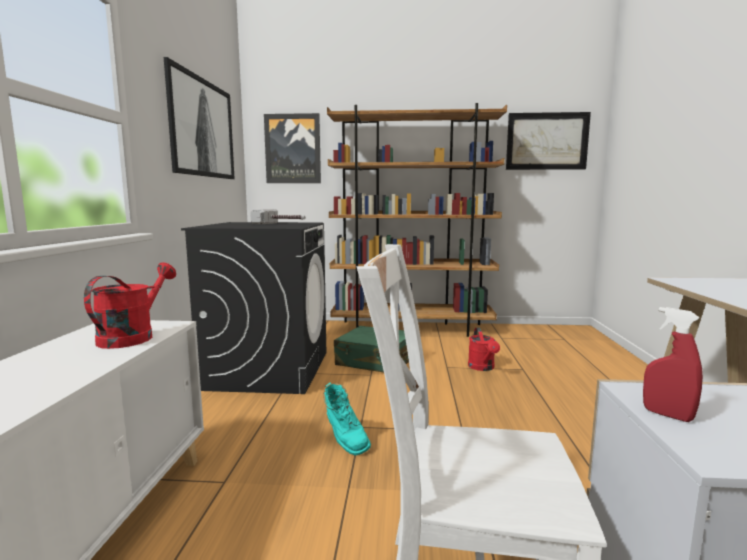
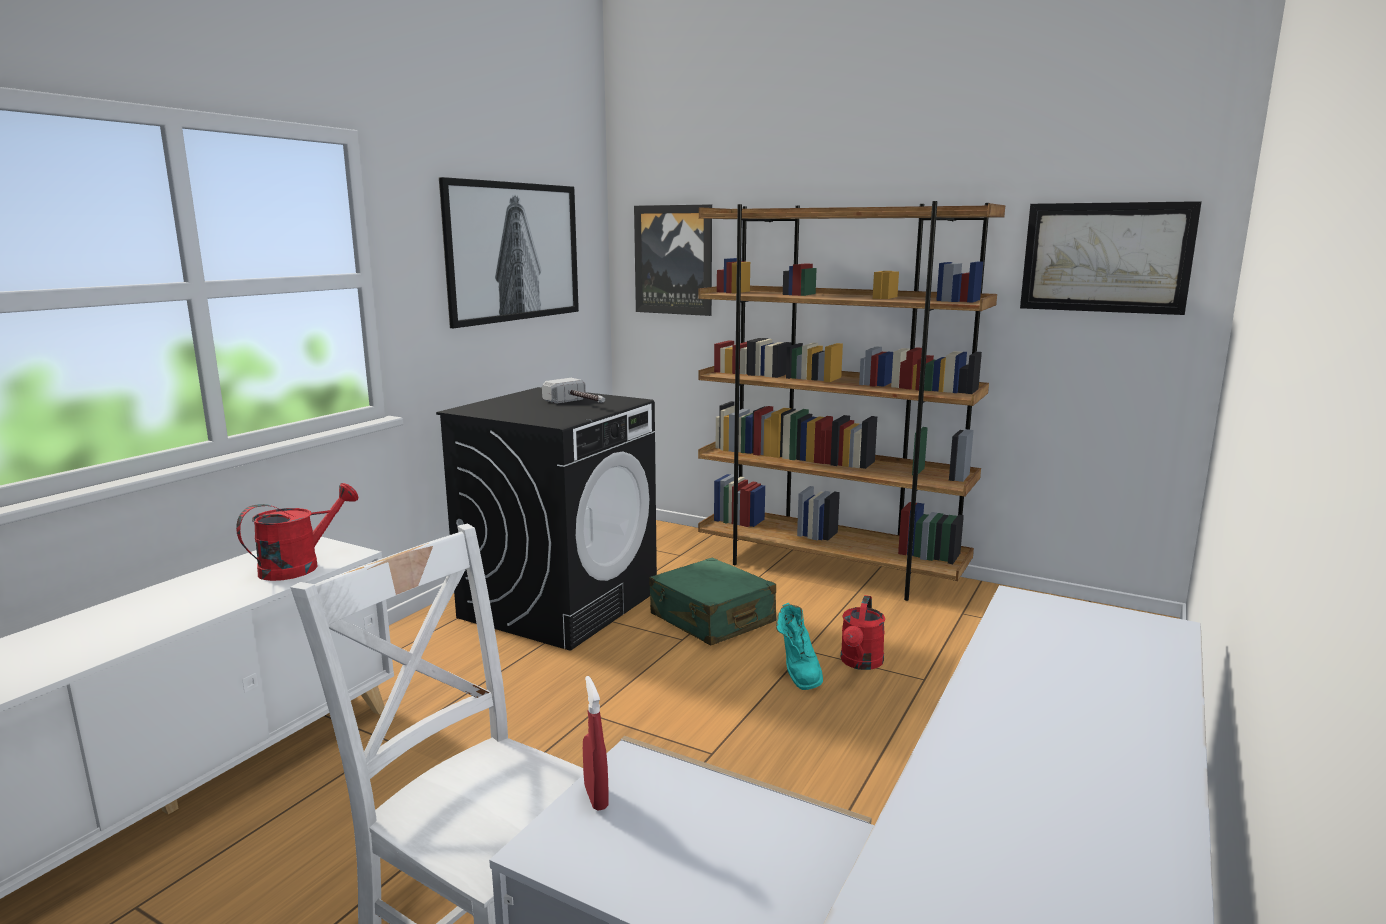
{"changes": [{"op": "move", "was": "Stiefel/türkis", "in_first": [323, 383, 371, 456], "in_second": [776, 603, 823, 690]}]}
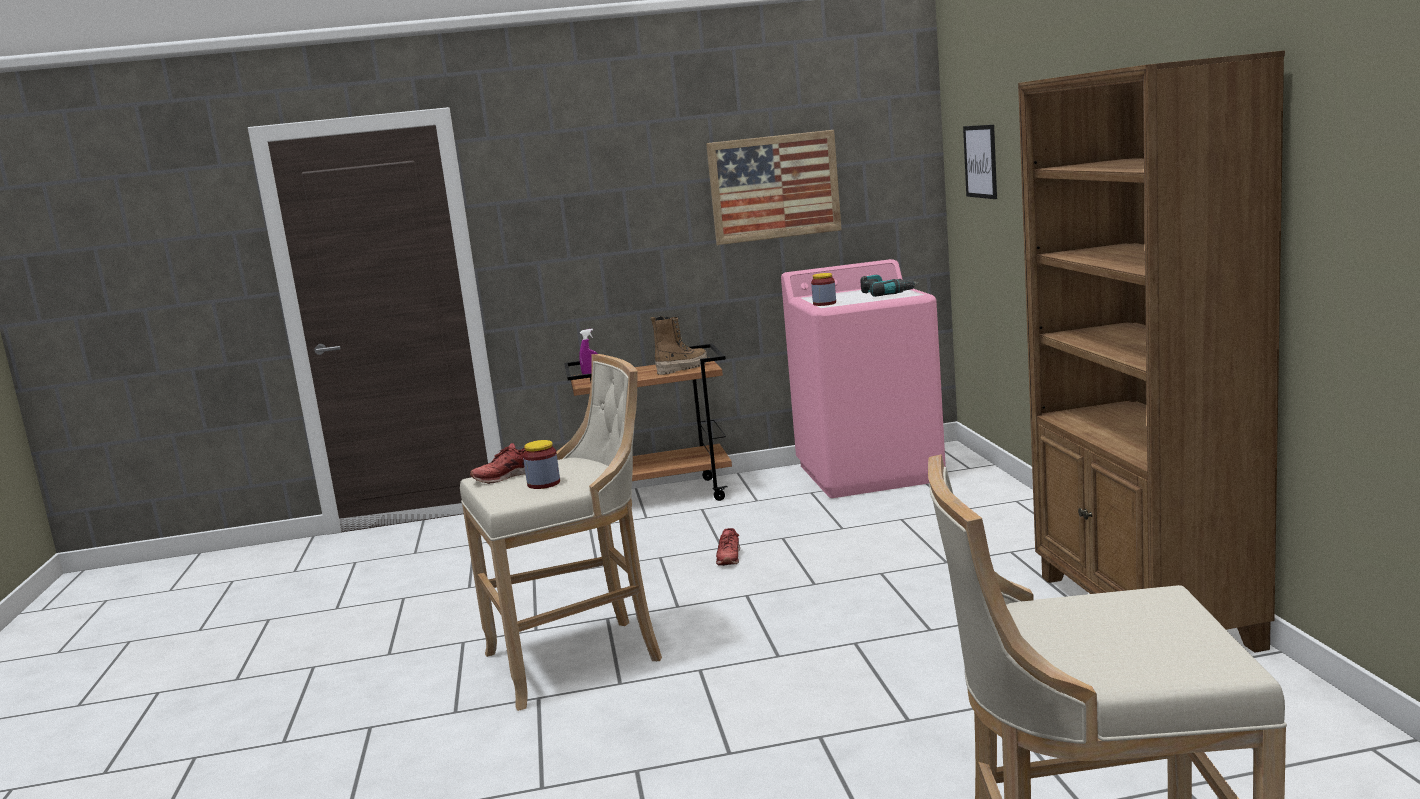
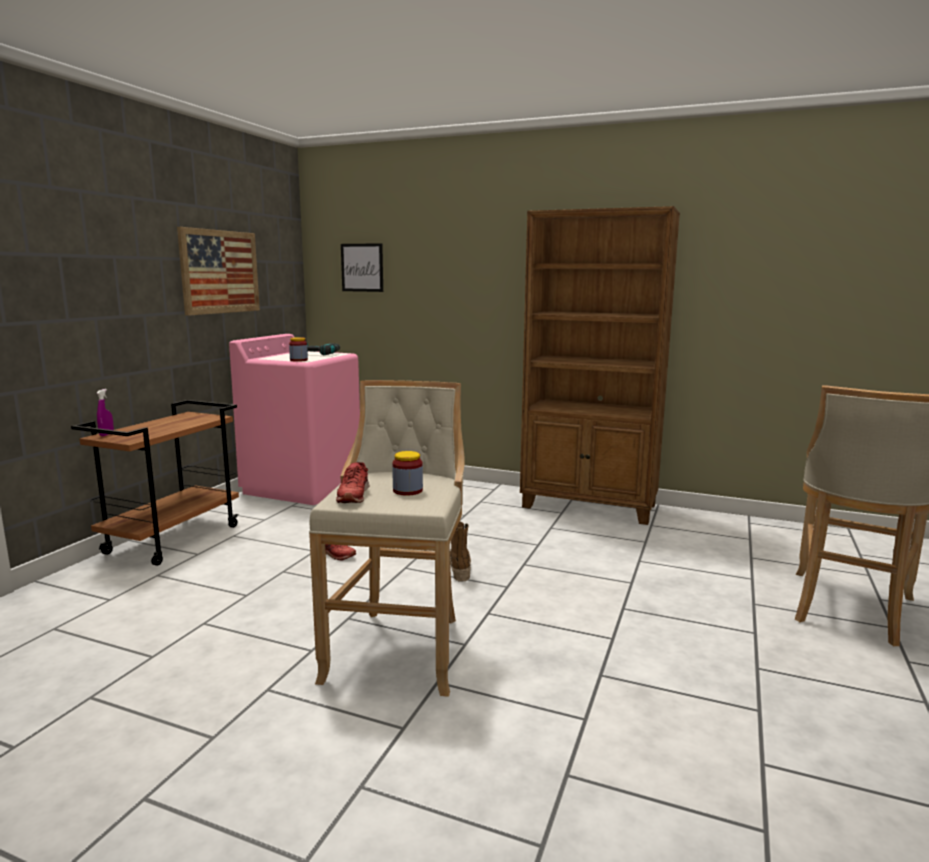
{"changes": [{"op": "move", "was": "Stiefel", "in_first": [651, 316, 707, 375], "in_second": [450, 521, 471, 581]}]}
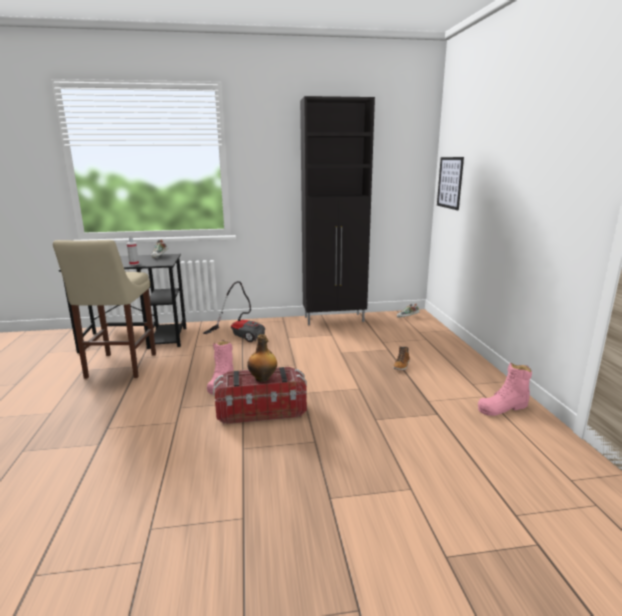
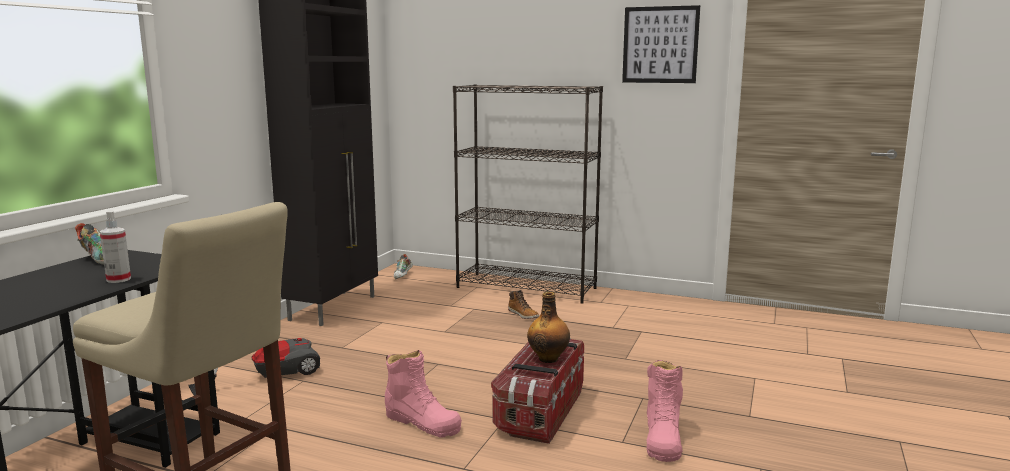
{"changes": [{"op": "move", "was": "Bild", "in_first": [437, 157, 464, 210], "in_second": [622, 5, 700, 83]}, {"op": "move", "was": "Stiefel/rosa", "in_first": [478, 363, 532, 416], "in_second": [647, 360, 683, 462]}, {"op": "insert", "now": "Bücherregal/schwarz", "in_second": [453, 84, 603, 304]}]}
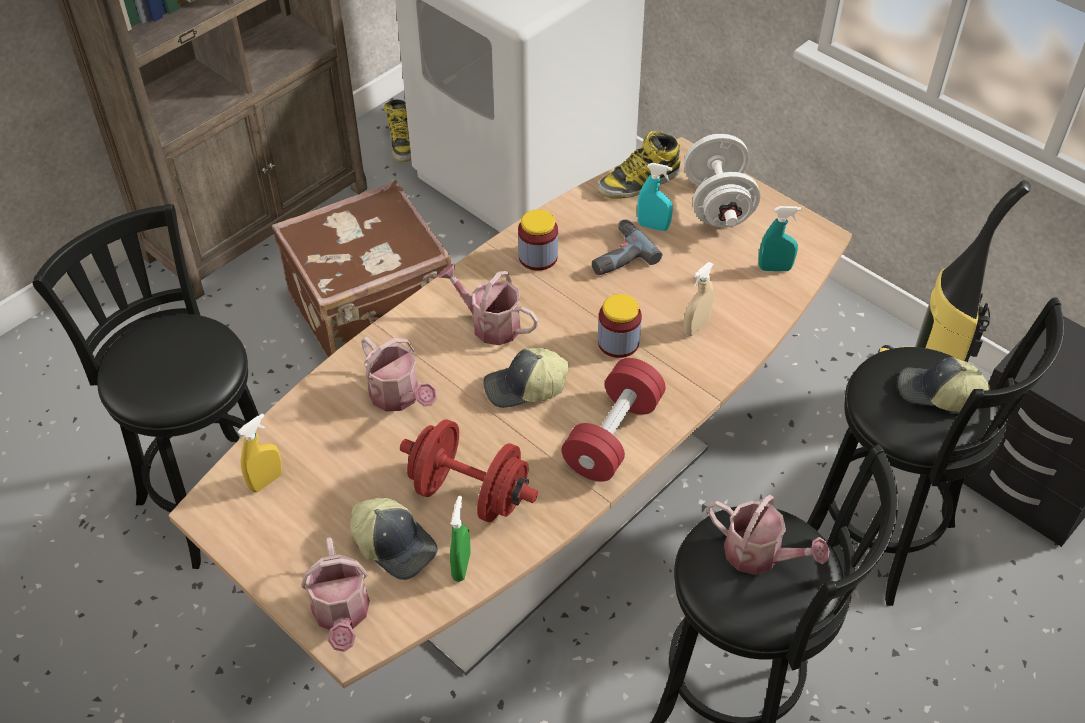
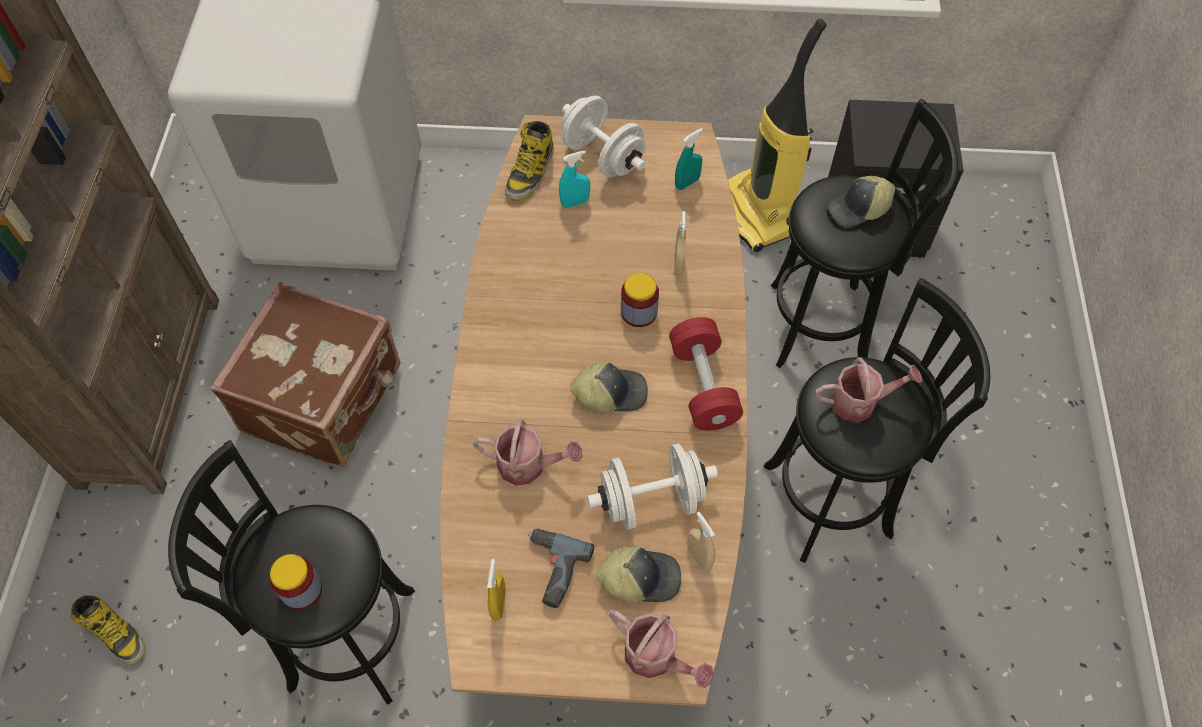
{"changes": [{"op": "move", "was": "Stiefel", "in_first": [384, 100, 411, 162], "in_second": [70, 595, 145, 665]}, {"op": "move", "was": "Vorratsglas", "in_first": [518, 209, 558, 271], "in_second": [269, 554, 322, 609]}, {"op": "move", "was": "Bohrmaschine", "in_first": [592, 219, 662, 275], "in_second": [528, 528, 594, 608]}, {"op": "delete", "was": "Gießkanne", "in_first": [438, 264, 538, 345]}, {"op": "rotate", "was": "Kappe", "in_first": [483, 348, 569, 408], "in_second": [570, 362, 648, 414], "clockwise": -135}, {"op": "recolor", "was": "Hantel/rot", "now": "Hantel/weiß", "in_first": [400, 419, 538, 522], "in_second": [587, 444, 718, 529]}, {"op": "recolor", "was": "Sprühflasche/grün", "now": "Sprühflasche/beige", "in_first": [450, 496, 470, 582], "in_second": [687, 512, 715, 571]}]}
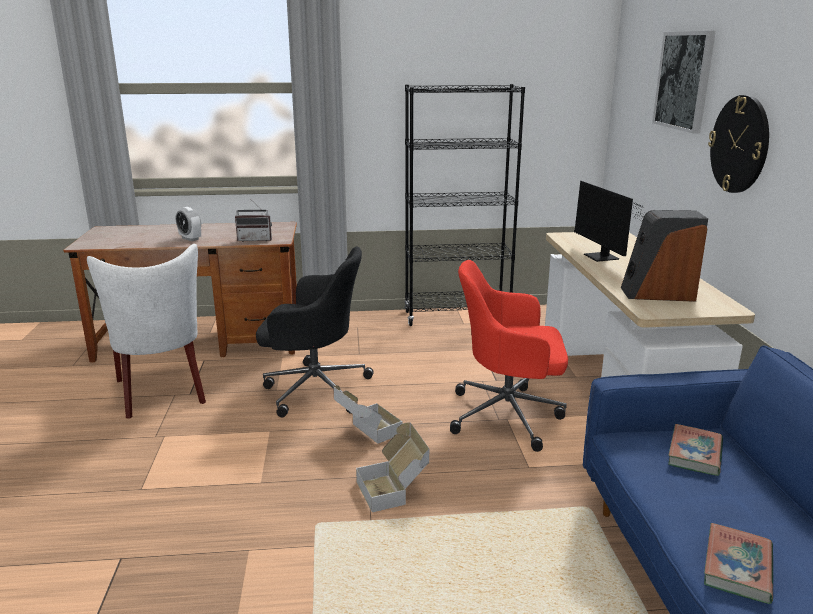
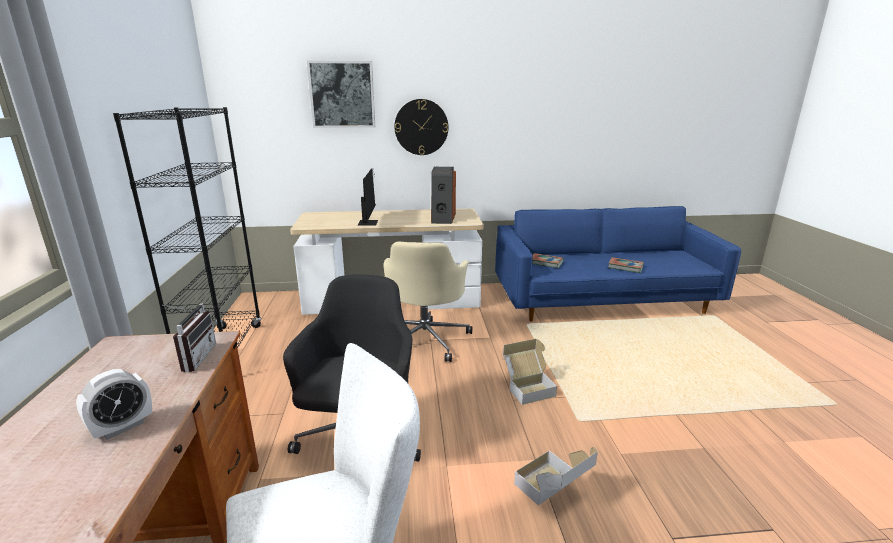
{"changes": [{"op": "rotate", "was": "Monitor", "in_first": [574, 181, 644, 262], "in_second": [358, 168, 378, 226], "clockwise": -75}, {"op": "recolor", "was": "Bürostuhl/rot", "now": "Bürostuhl/beige", "in_first": [450, 260, 568, 452], "in_second": [383, 241, 472, 362]}, {"op": "move", "was": "Karton", "in_first": [333, 385, 402, 444], "in_second": [514, 447, 598, 506]}]}
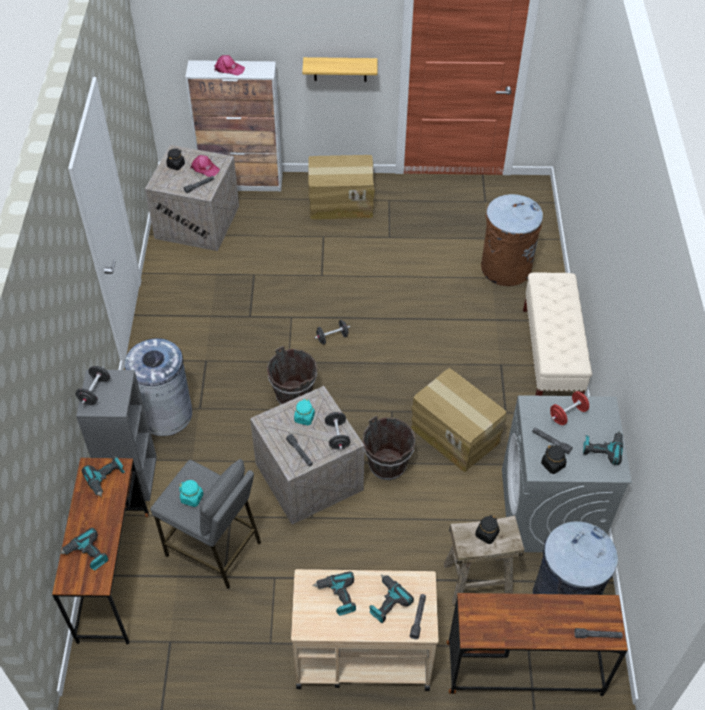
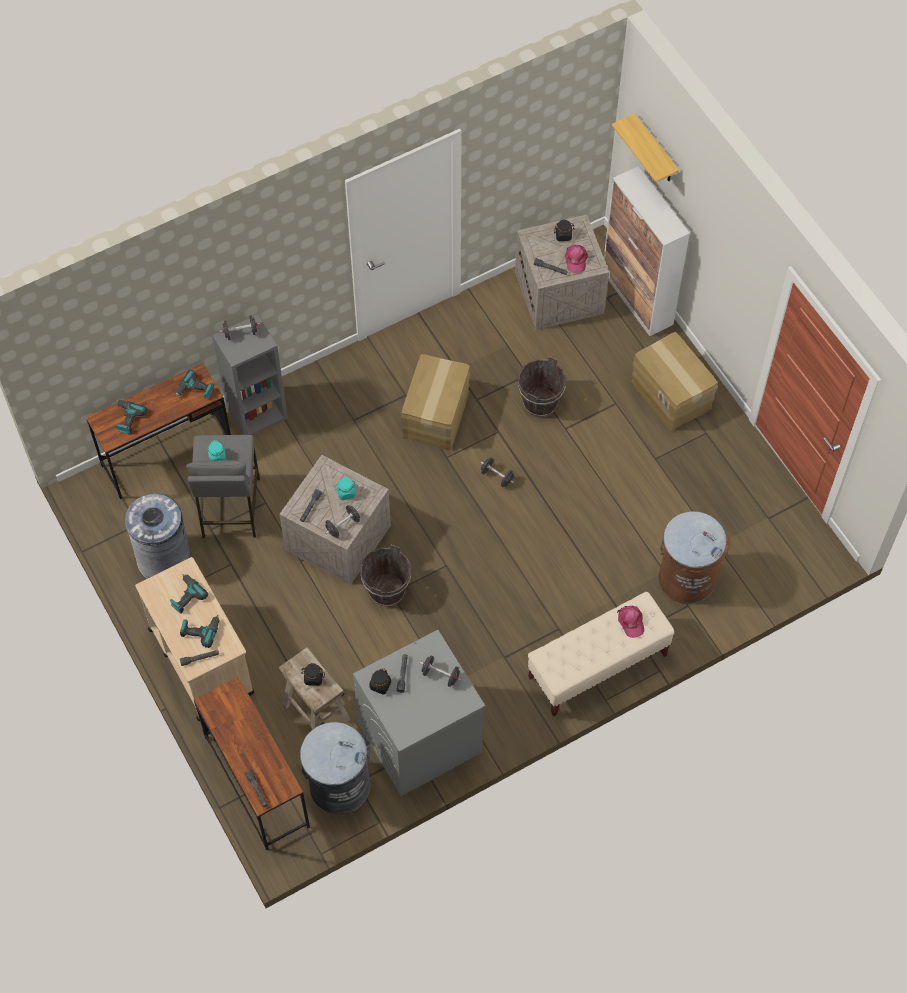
{"changes": [{"op": "move", "was": "Kappe/rosa", "in_first": [214, 55, 245, 75], "in_second": [617, 606, 644, 638]}, {"op": "move", "was": "Wandregal", "in_first": [302, 57, 377, 82], "in_second": [612, 113, 679, 182]}, {"op": "move", "was": "Mülleimer/grau", "in_first": [125, 338, 192, 436], "in_second": [125, 494, 191, 579]}, {"op": "move", "was": "Eimer/braun", "in_first": [267, 346, 317, 404], "in_second": [518, 357, 566, 417]}, {"op": "move", "was": "Karton", "in_first": [411, 368, 507, 473], "in_second": [401, 354, 470, 450]}, {"op": "recolor", "was": "Hantel/rot", "now": "Hantel/schwarz", "in_first": [550, 391, 589, 425], "in_second": [420, 655, 462, 687]}, {"op": "delete", "was": "Bohrmaschine", "in_first": [583, 431, 623, 465]}]}
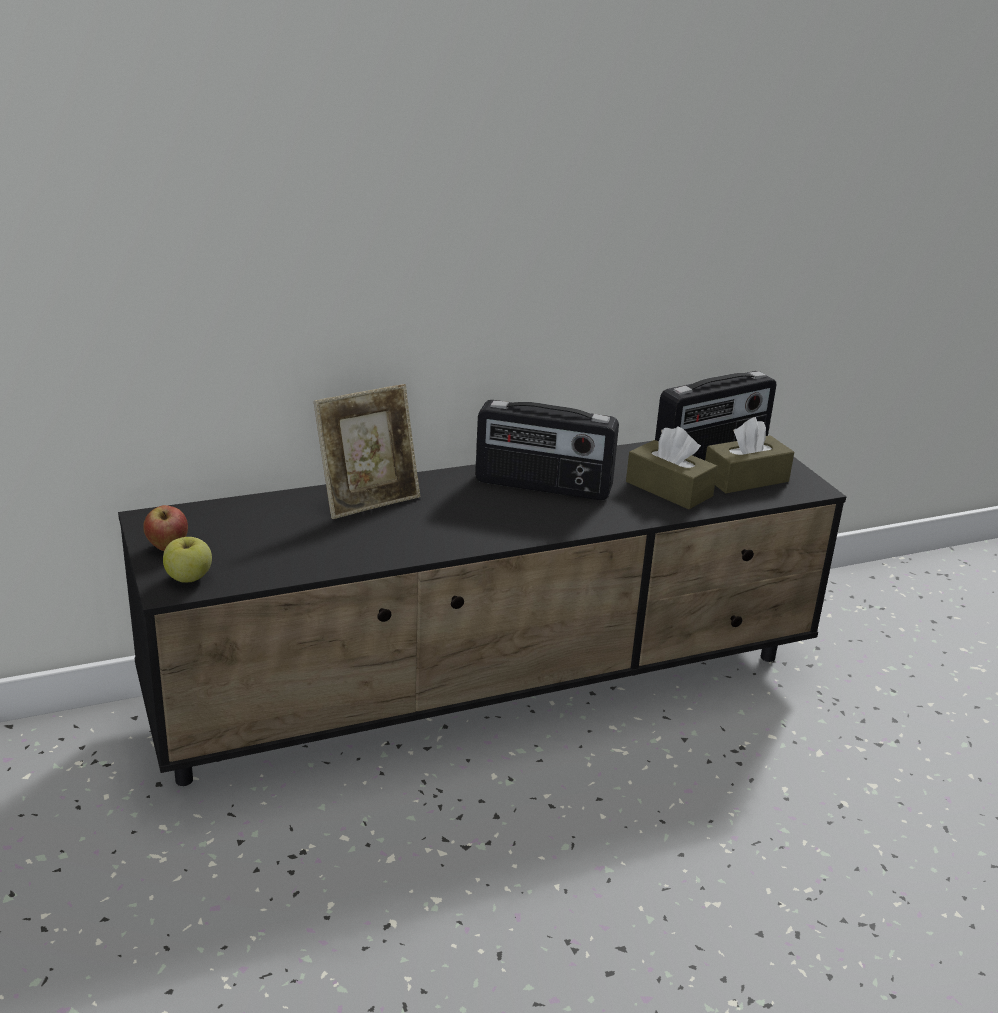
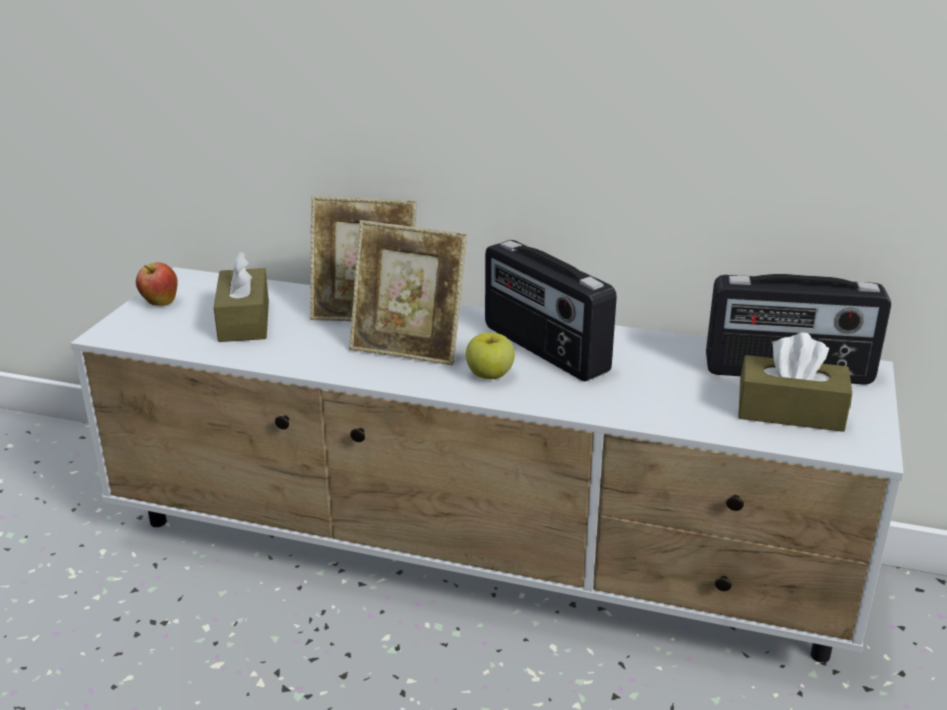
{"changes": [{"op": "move", "was": "Taschentuchbox/braun", "in_first": [626, 427, 718, 509], "in_second": [214, 251, 269, 342]}, {"op": "recolor", "was": "Fernsehschrank/schwarz", "now": "Fernsehschrank/weiß", "in_first": [118, 441, 846, 786], "in_second": [70, 267, 904, 663]}, {"op": "move", "was": "Apfel", "in_first": [163, 537, 212, 583], "in_second": [466, 333, 515, 379]}, {"op": "insert", "now": "Bilderrahmen", "in_second": [349, 220, 467, 365]}]}
